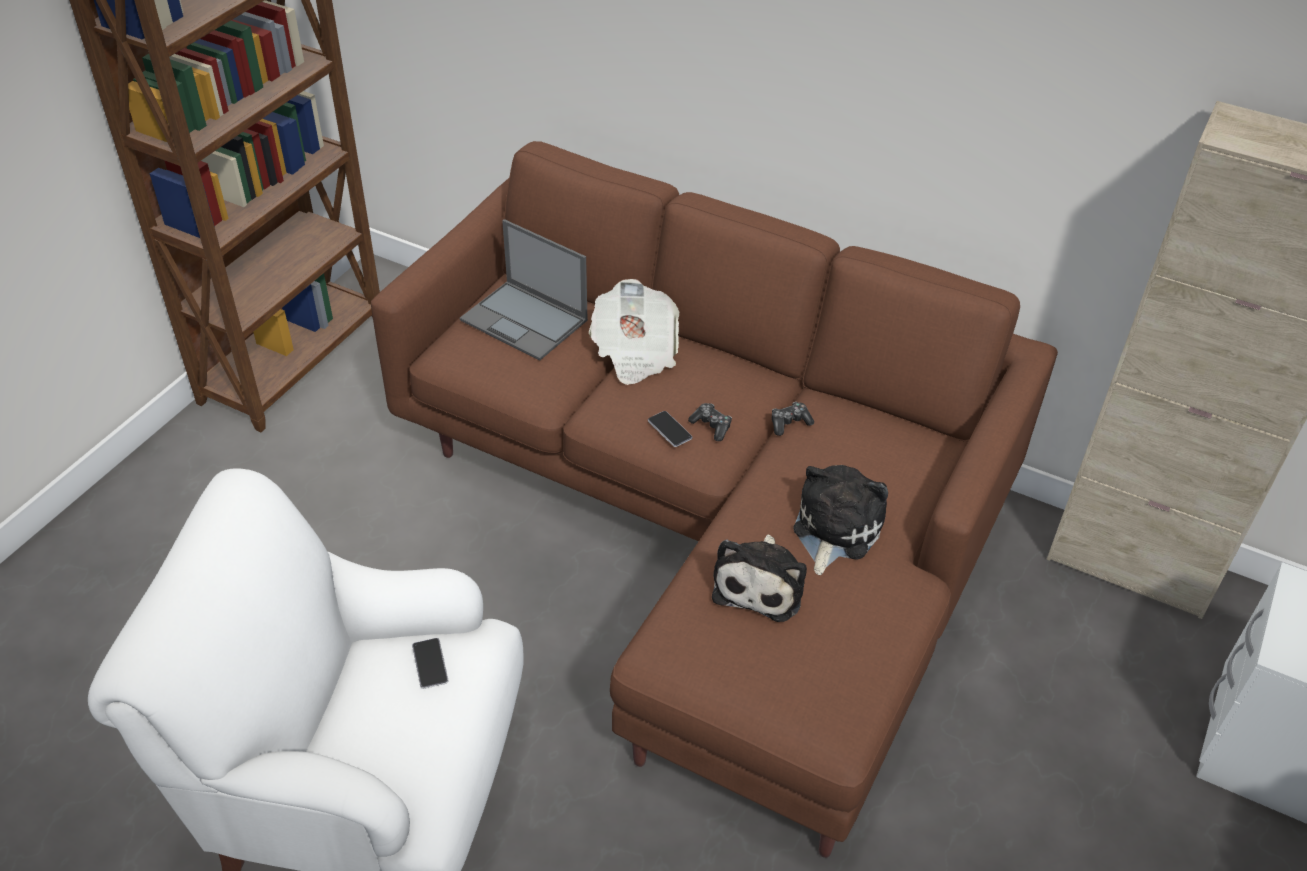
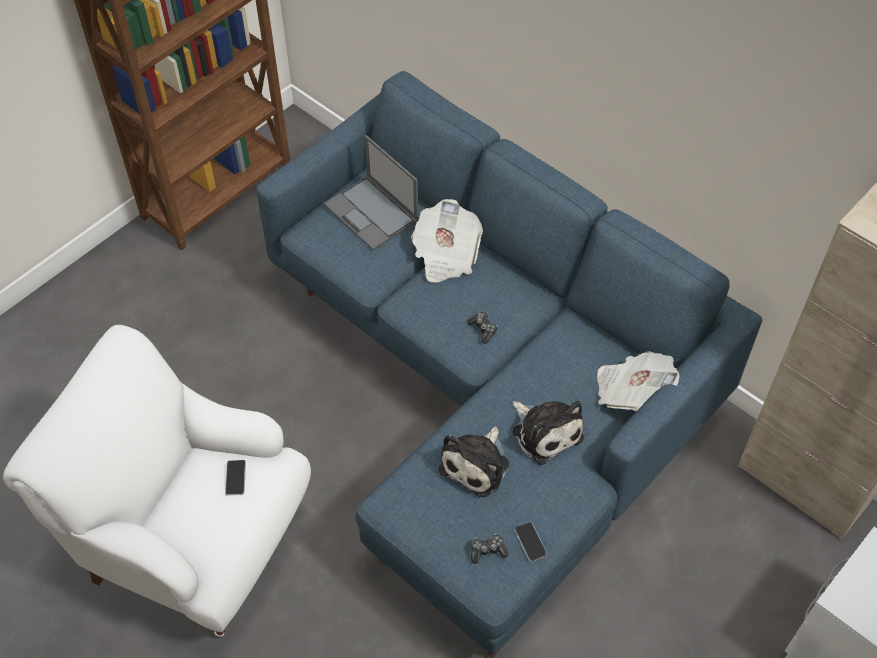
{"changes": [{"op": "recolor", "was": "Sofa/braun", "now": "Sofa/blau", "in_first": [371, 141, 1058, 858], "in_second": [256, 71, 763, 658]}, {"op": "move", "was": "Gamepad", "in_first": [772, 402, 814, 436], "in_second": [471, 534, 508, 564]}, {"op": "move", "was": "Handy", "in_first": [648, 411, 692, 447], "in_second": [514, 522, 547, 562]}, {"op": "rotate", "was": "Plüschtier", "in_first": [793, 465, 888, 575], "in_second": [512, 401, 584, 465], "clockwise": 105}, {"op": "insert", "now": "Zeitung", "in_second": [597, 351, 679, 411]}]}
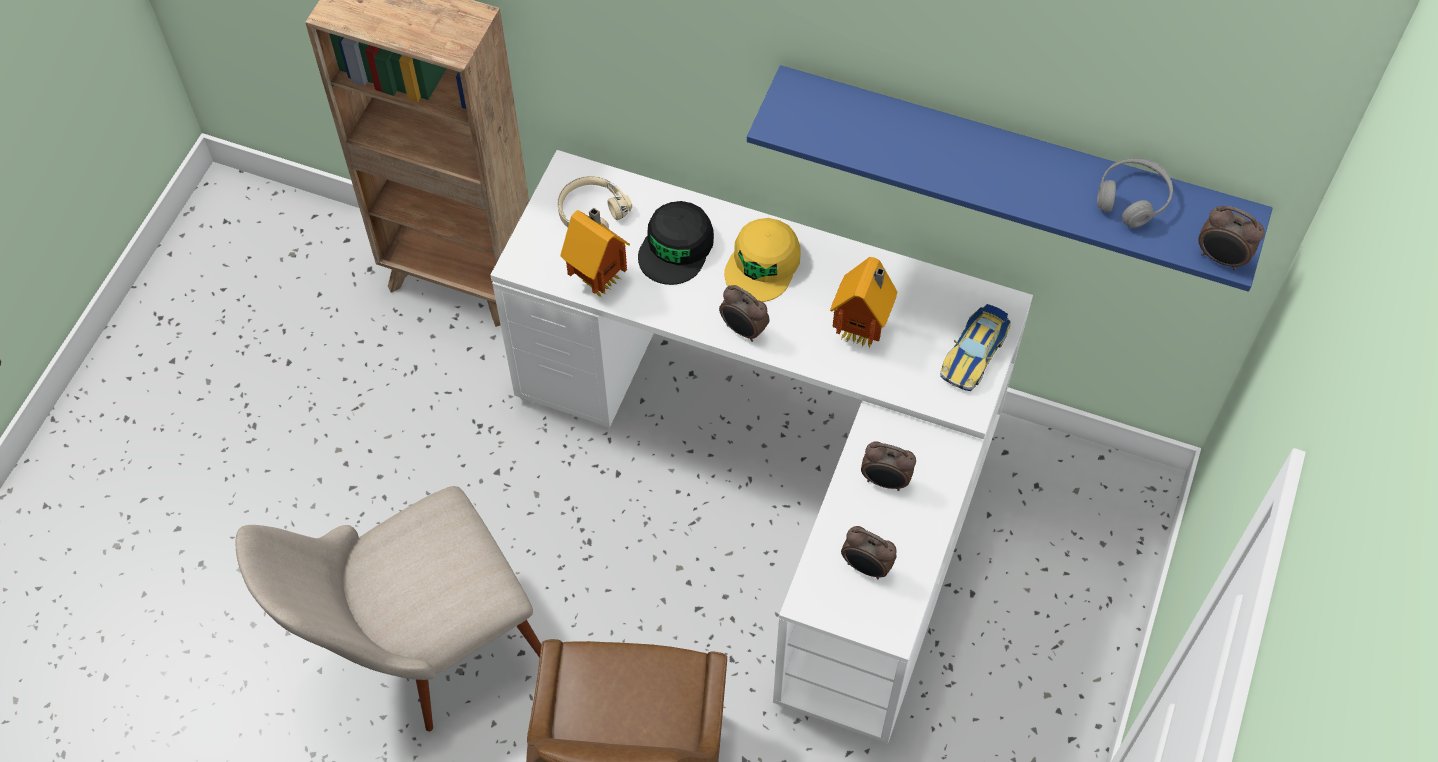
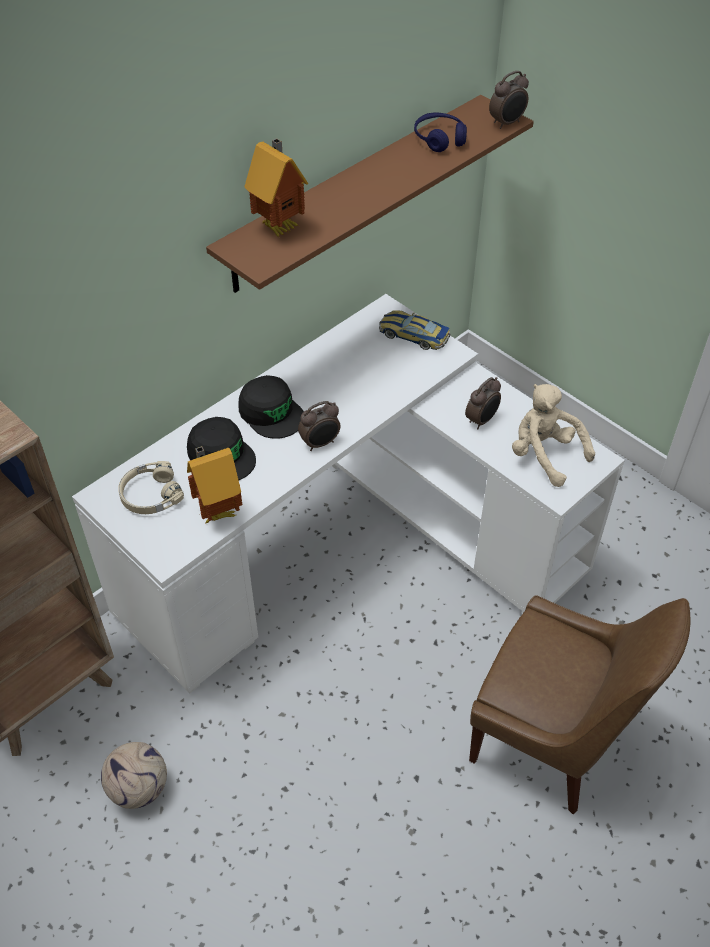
{"changes": [{"op": "recolor", "was": "Wandregal/blau", "now": "Wandregal/braun", "in_first": [747, 65, 1273, 292], "in_second": [206, 95, 534, 293]}, {"op": "recolor", "was": "Kopfhörer/grau", "now": "Kopfhörer/blau", "in_first": [1097, 158, 1173, 228], "in_second": [414, 113, 467, 152]}, {"op": "recolor", "was": "Kappe/gelb", "now": "Kappe/schwarz", "in_first": [724, 218, 801, 302], "in_second": [238, 375, 304, 439]}, {"op": "move", "was": "Spielzeughaus", "in_first": [830, 257, 897, 348], "in_second": [244, 138, 308, 237]}, {"op": "rotate", "was": "Spielzeugauto", "in_first": [940, 304, 1011, 391], "in_second": [379, 311, 450, 350], "clockwise": 150}, {"op": "delete", "was": "Stuhl/beige", "in_first": [236, 486, 541, 732]}, {"op": "replace", "was": "Wecker", "now": "Plüschtier/beige", "in_first": [841, 526, 897, 579], "in_second": [512, 384, 595, 487]}, {"op": "insert", "now": "Fußball", "in_second": [101, 742, 167, 809]}]}
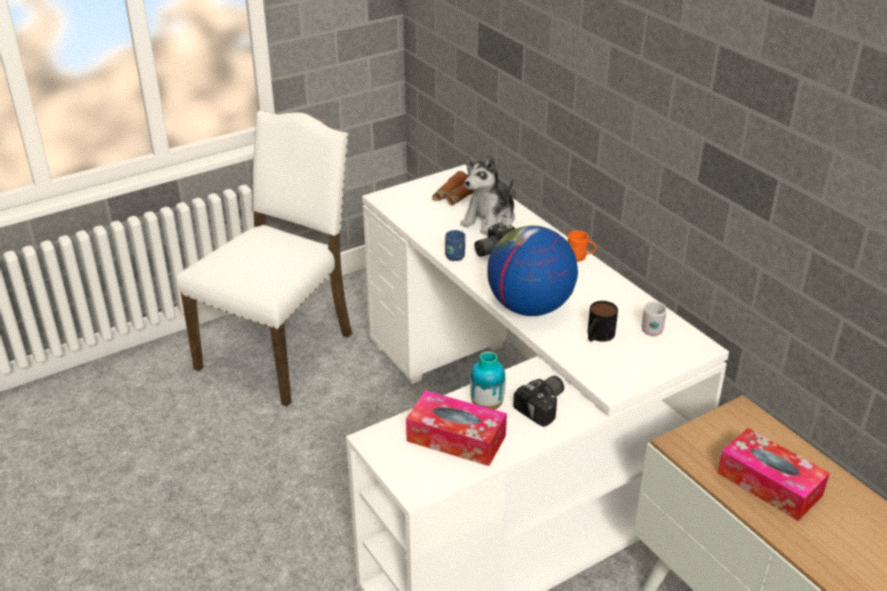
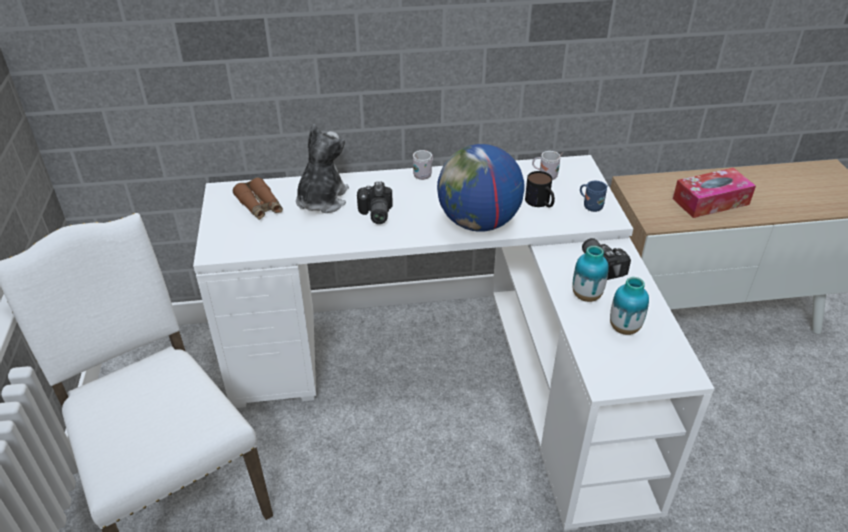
{"changes": [{"op": "rotate", "was": "Plüschtier", "in_first": [460, 154, 515, 236], "in_second": [296, 124, 349, 213], "clockwise": -135}, {"op": "recolor", "was": "Henkelbecher/orange", "now": "Henkelbecher/weiß", "in_first": [566, 229, 597, 262], "in_second": [413, 150, 433, 180]}, {"op": "move", "was": "Henkelbecher/blau", "in_first": [445, 230, 465, 261], "in_second": [580, 181, 608, 212]}, {"op": "replace", "was": "Taschentuchbox", "now": "Vase", "in_first": [406, 390, 507, 466], "in_second": [610, 277, 649, 335]}]}
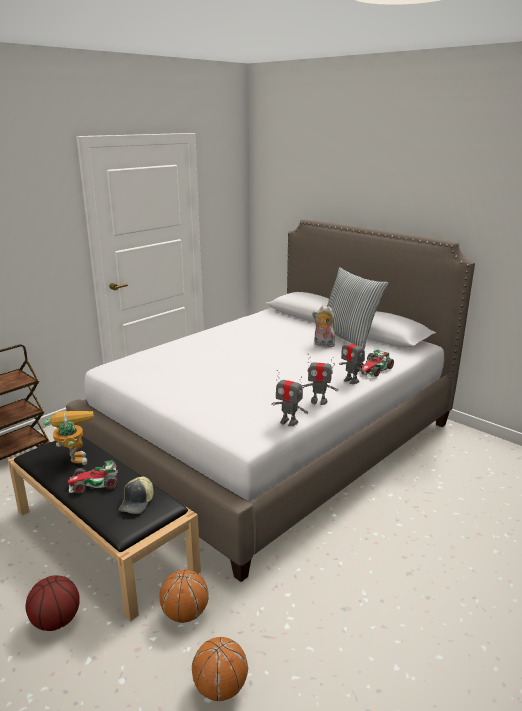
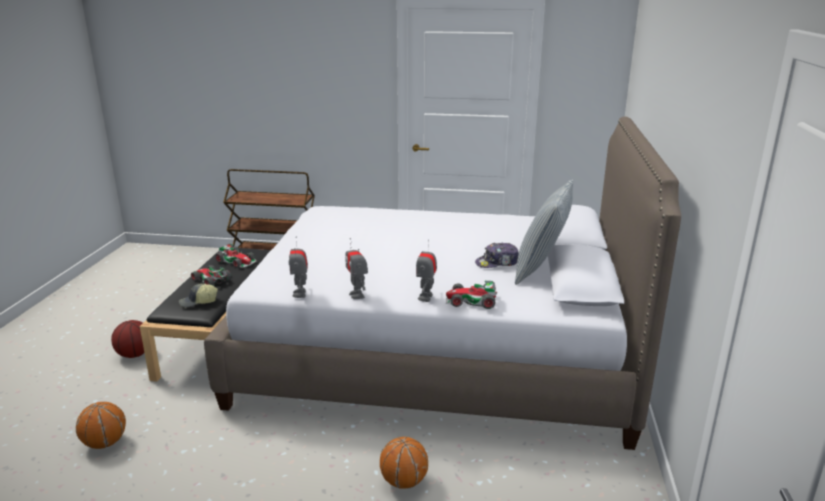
{"changes": [{"op": "replace", "was": "Plüschtier", "now": "Kappe", "in_first": [312, 306, 335, 348], "in_second": [475, 243, 519, 268]}, {"op": "replace", "was": "Spielzeugroboter", "now": "Spielzeugauto", "in_first": [44, 411, 94, 465], "in_second": [215, 244, 257, 268]}, {"op": "move", "was": "Basketball", "in_first": [160, 569, 208, 623], "in_second": [380, 437, 428, 489]}]}
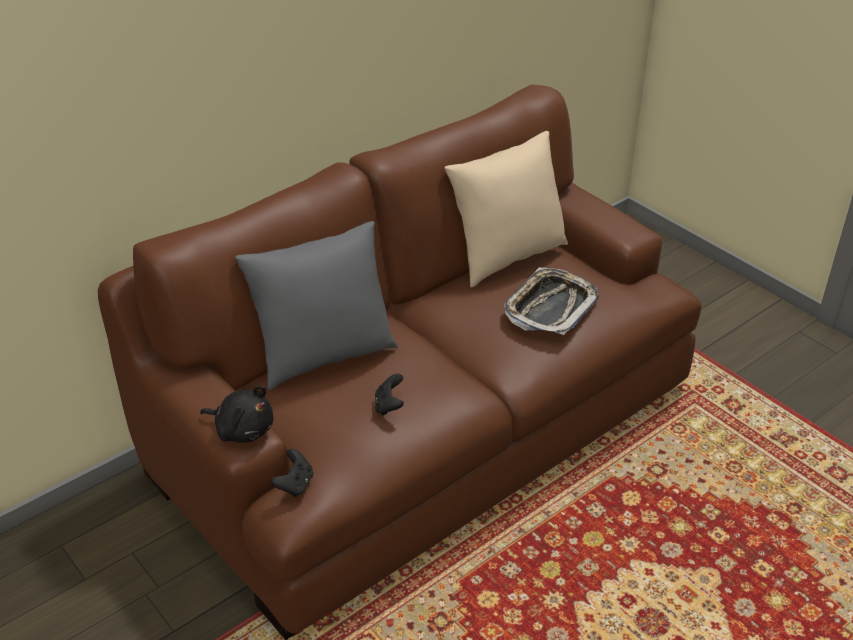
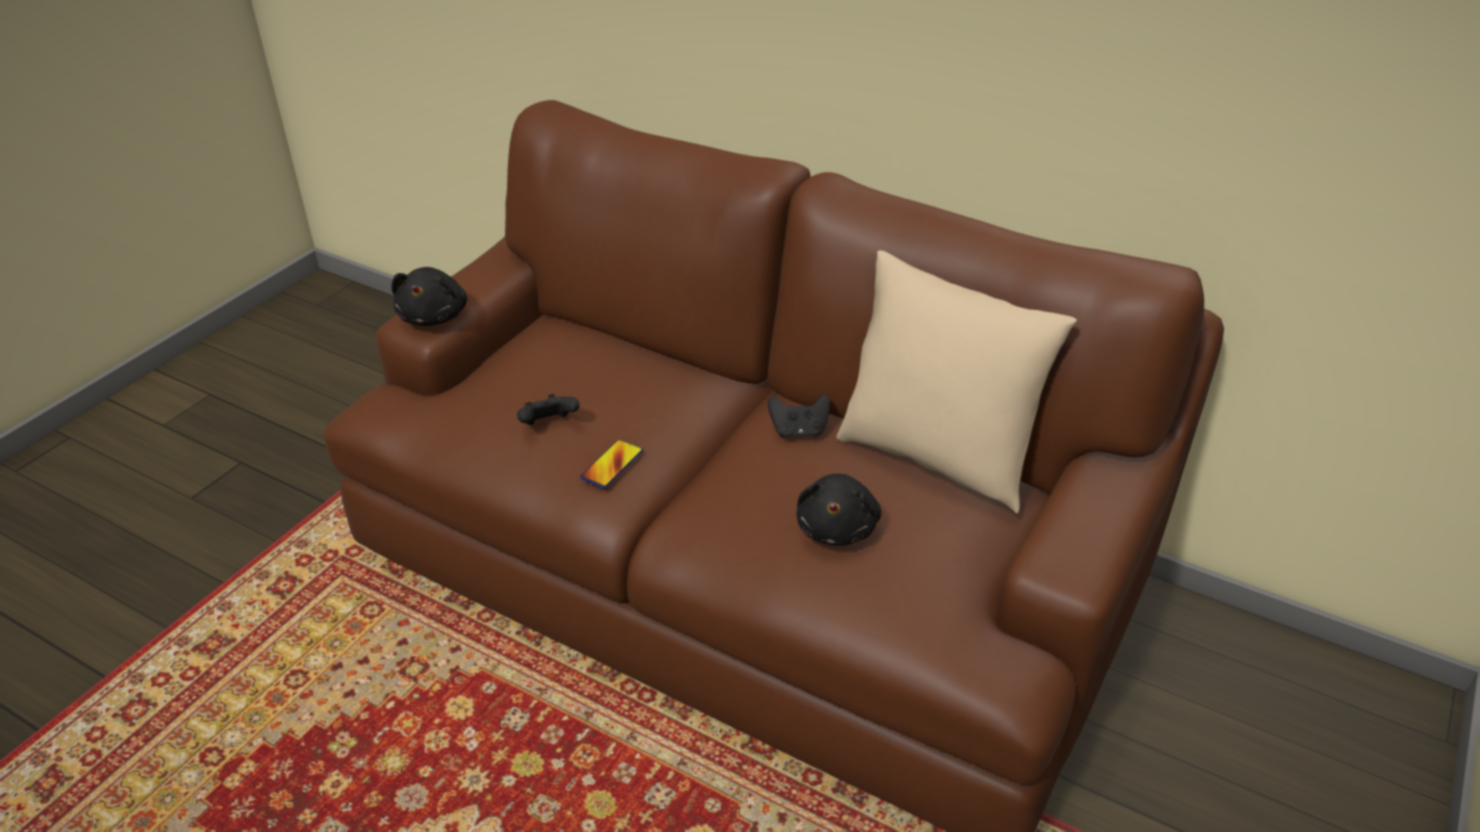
{"changes": [{"op": "delete", "was": "Kissen/grau", "in_first": [235, 221, 398, 390]}, {"op": "replace", "was": "Tablett", "now": "Plüschtier/schwarz", "in_first": [504, 267, 599, 335], "in_second": [797, 474, 881, 546]}, {"op": "move", "was": "Gamepad/schwarz", "in_first": [271, 449, 313, 497], "in_second": [768, 395, 830, 438]}, {"op": "insert", "now": "Handy", "in_second": [580, 439, 643, 488]}]}
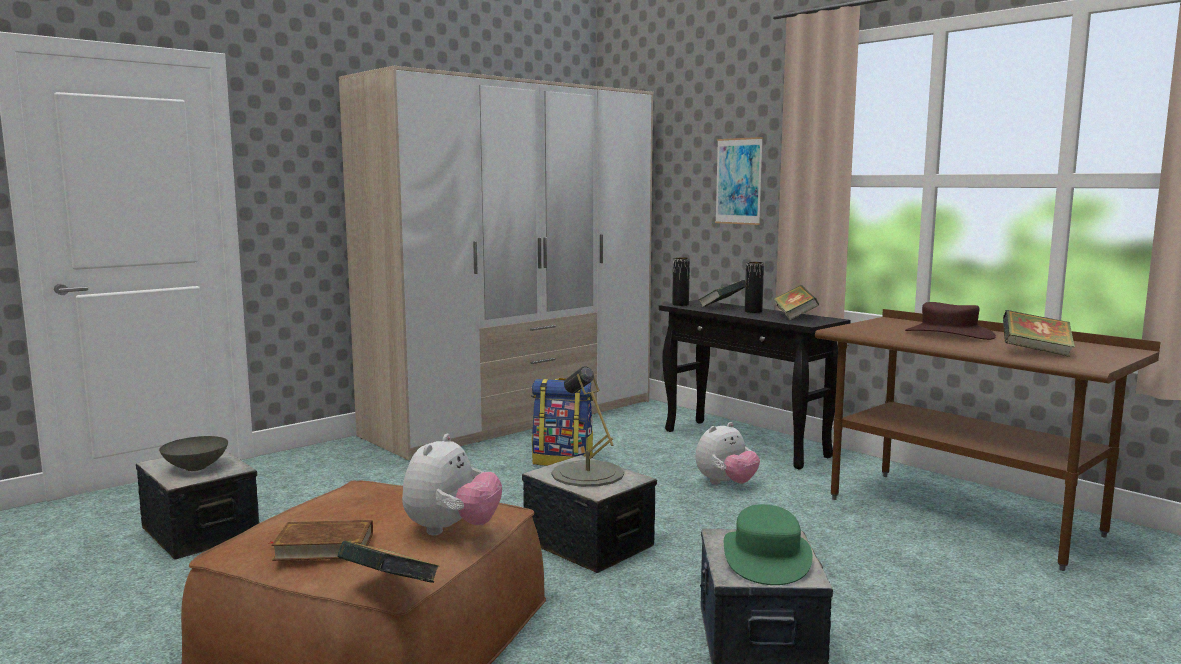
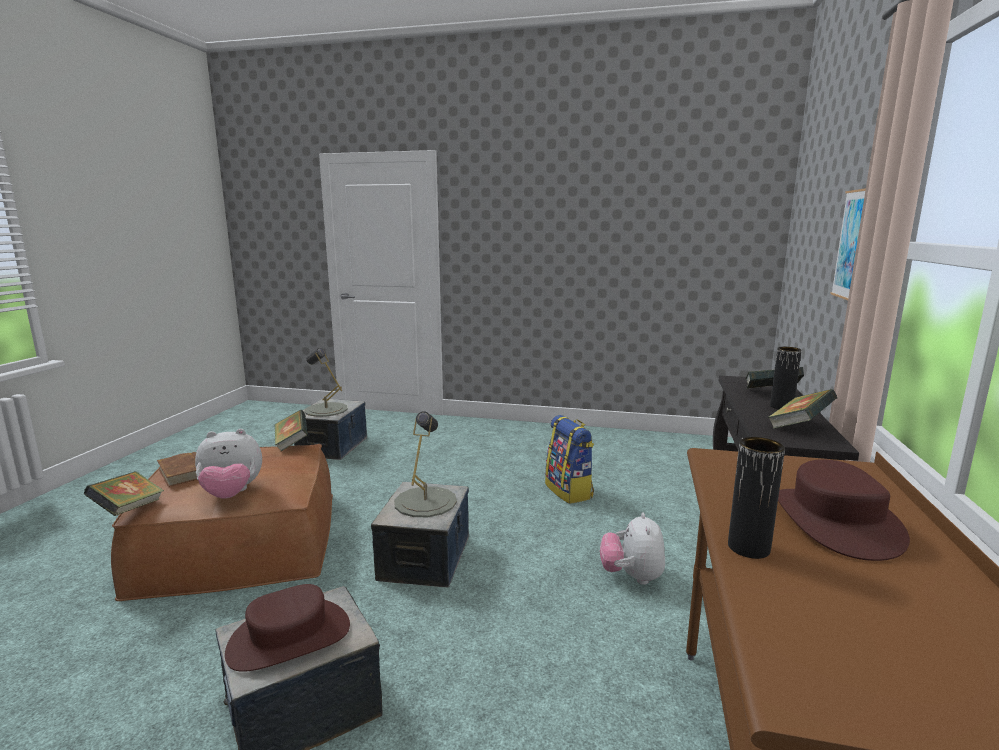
{"changes": [{"op": "delete", "was": "Kleiderschrank", "in_first": [339, 66, 654, 460]}, {"op": "move", "was": "Vase/schwarz", "in_first": [672, 257, 690, 306], "in_second": [728, 437, 785, 559]}, {"op": "move", "was": "Buch", "in_first": [1003, 310, 1075, 357], "in_second": [274, 410, 308, 451]}, {"op": "rotate", "was": "Plüschtier", "in_first": [695, 422, 760, 484], "in_second": [600, 512, 665, 585], "clockwise": 75}, {"op": "replace", "was": "Schüssel/grau", "now": "Tischlampe/grau", "in_first": [159, 436, 228, 471], "in_second": [305, 348, 348, 417]}, {"op": "recolor", "was": "Hut/grün", "now": "Hut/braun", "in_first": [724, 504, 813, 585], "in_second": [225, 584, 350, 672]}]}
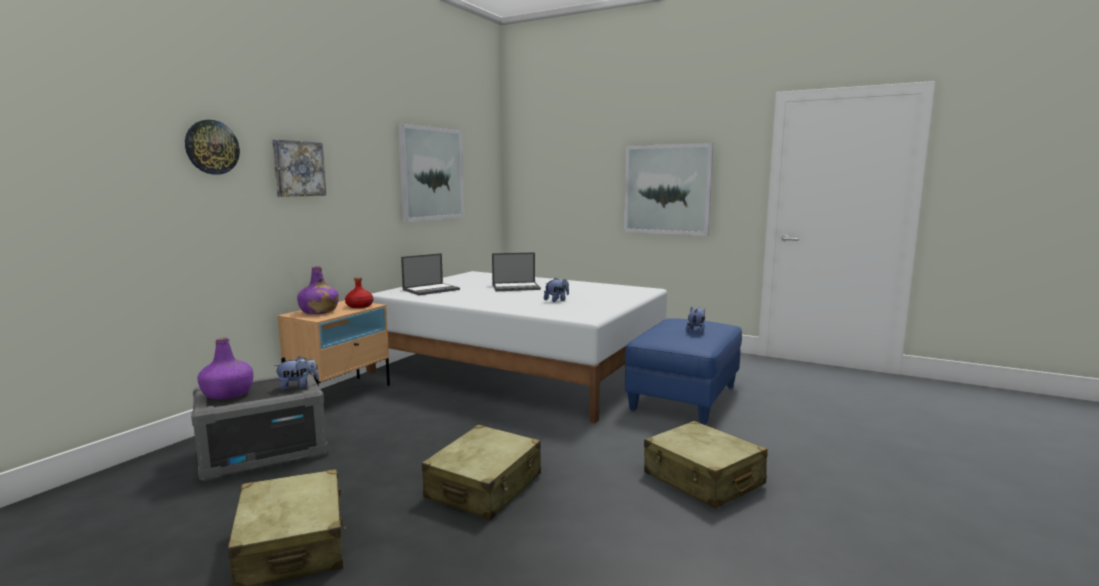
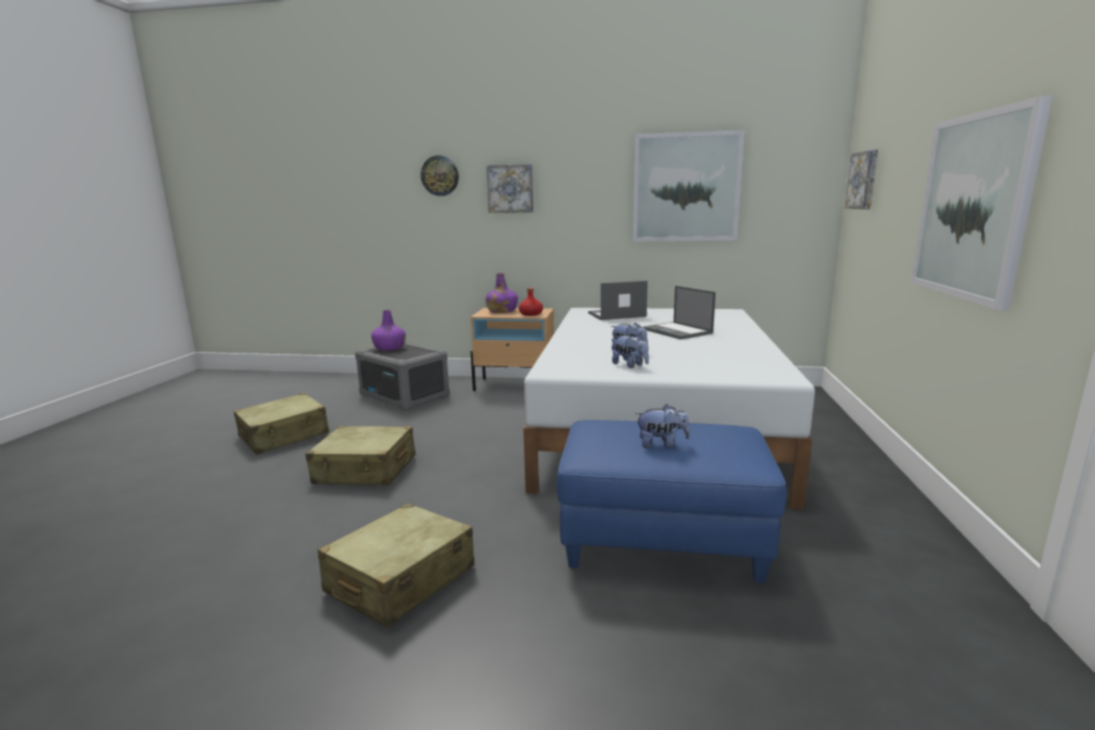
{"changes": [{"op": "rotate", "was": "Laptop", "in_first": [401, 253, 460, 295], "in_second": [588, 281, 648, 320], "clockwise": 135}, {"op": "move", "was": "Plüschtier", "in_first": [274, 356, 319, 390], "in_second": [612, 334, 649, 368]}, {"op": "insert", "now": "Bild", "in_second": [845, 150, 878, 209]}]}
